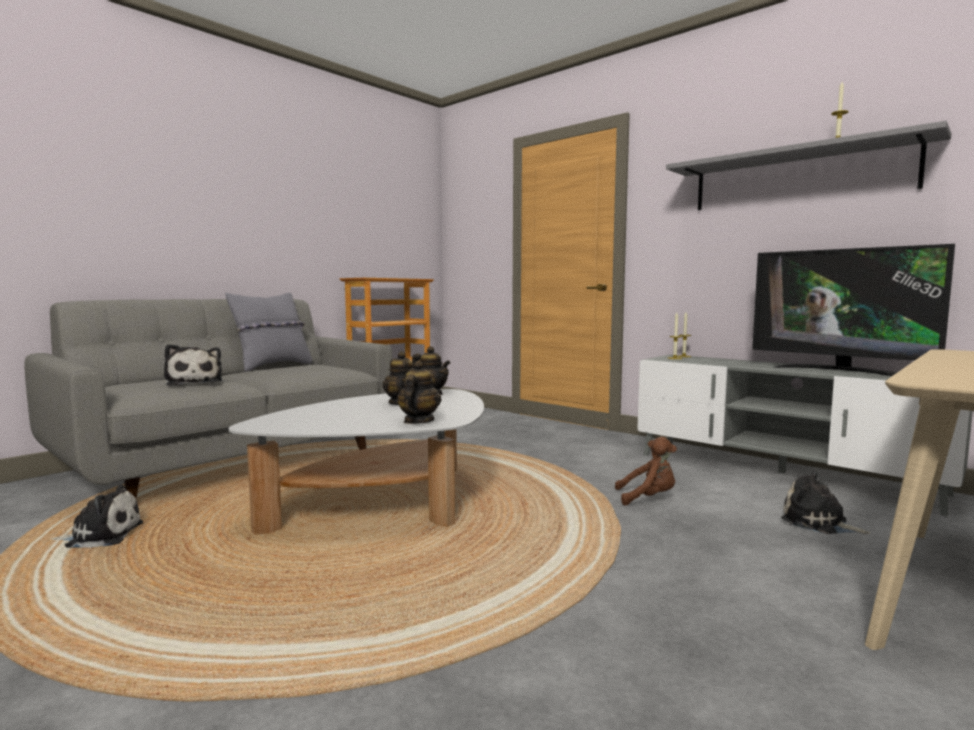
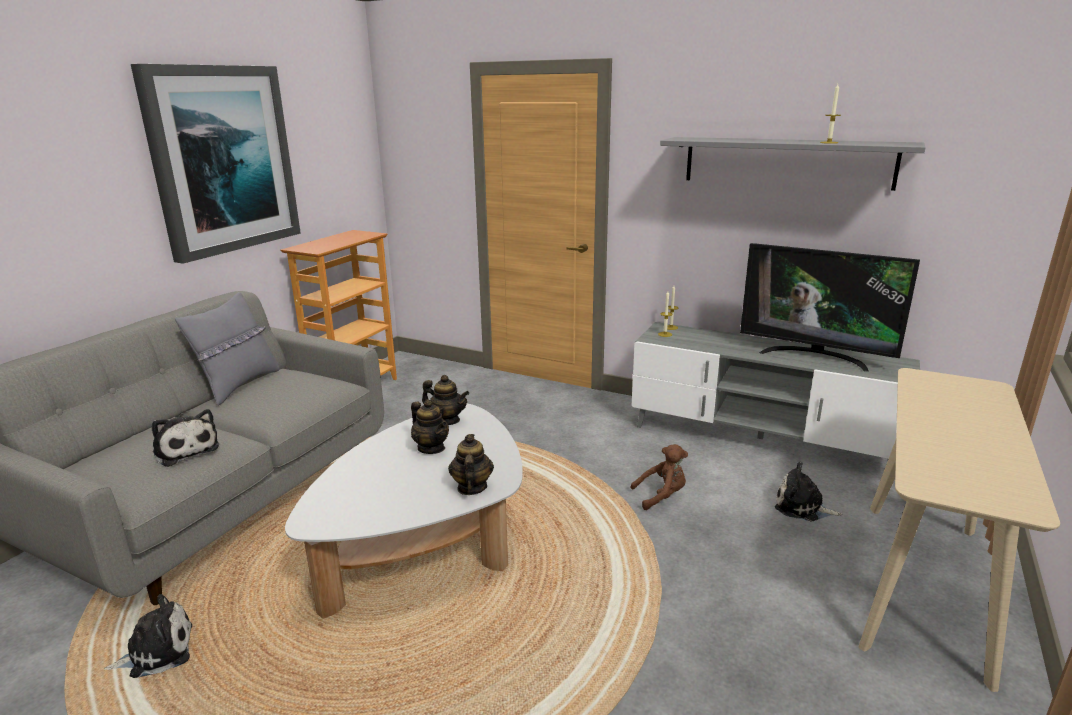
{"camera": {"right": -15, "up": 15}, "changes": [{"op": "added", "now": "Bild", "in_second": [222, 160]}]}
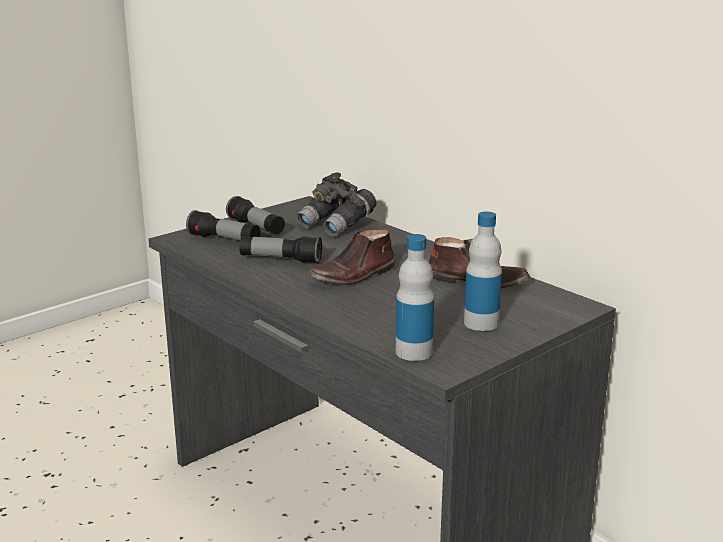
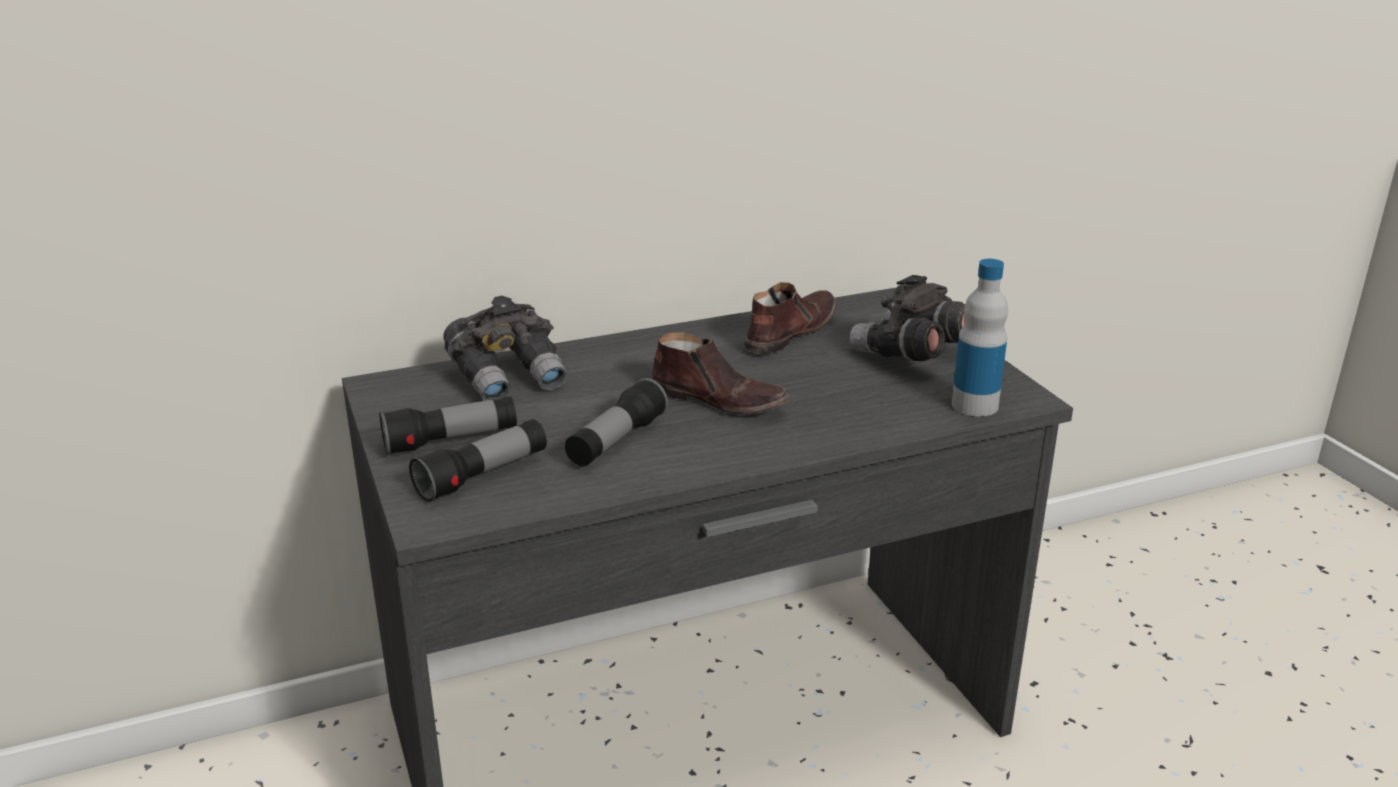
{"camera": {"right": -70, "up": 5}, "changes": [{"op": "turned", "was": "Schuh [braun]", "in_first": [354, 276], "in_second": [719, 400], "clockwise": -45}, {"op": "replaced", "was": "Flasche", "now": "Fernglas [grau]", "in_first": [481, 323], "in_second": [911, 355]}]}
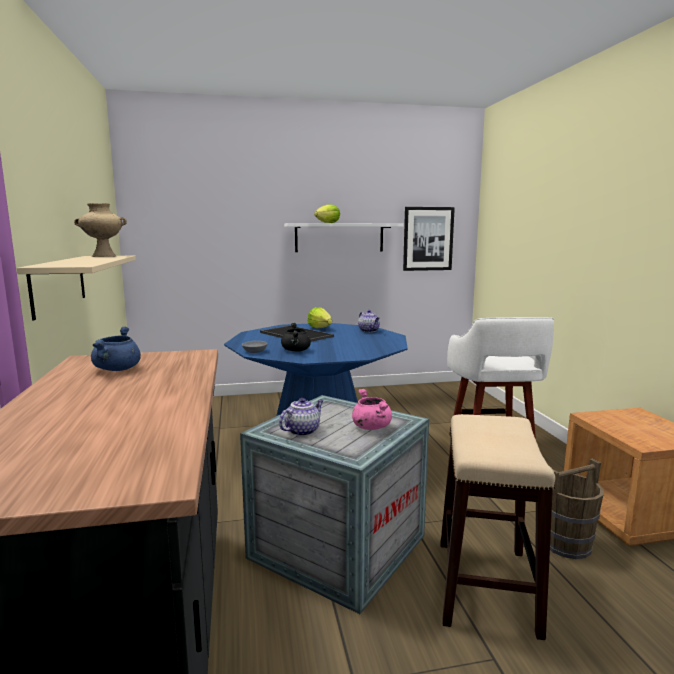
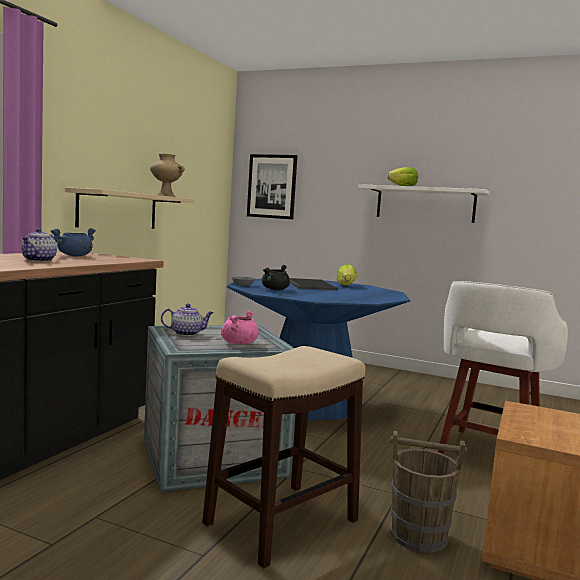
{"camera": {"right": 35, "up": -5}, "changes": [{"op": "moved", "was": "Teekanne", "in_first": [369, 331], "in_second": [39, 260]}, {"op": "moved", "was": "Bild", "in_first": [428, 239], "in_second": [272, 186]}]}
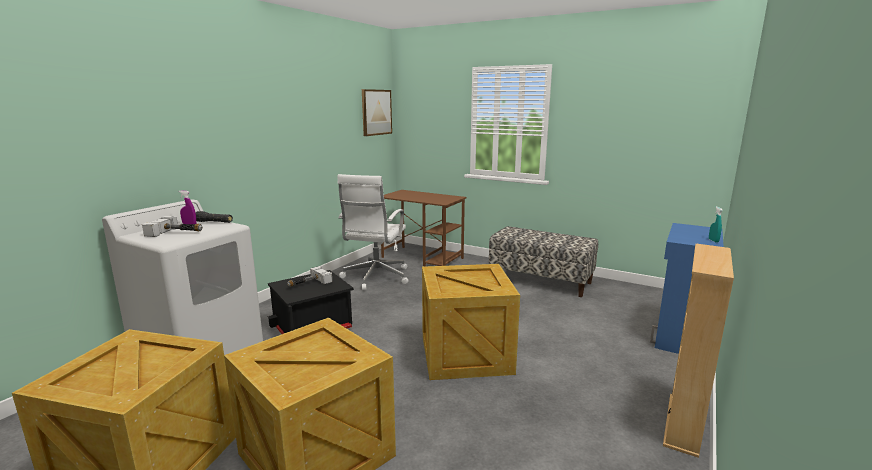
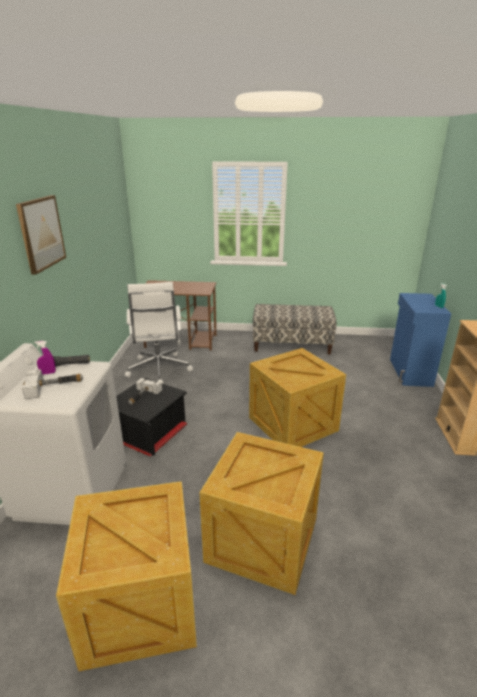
{"camera": {"right": -25, "up": 10}, "changes": [{"op": "moved", "was": "Bild", "in_first": [376, 112], "in_second": [41, 233]}]}
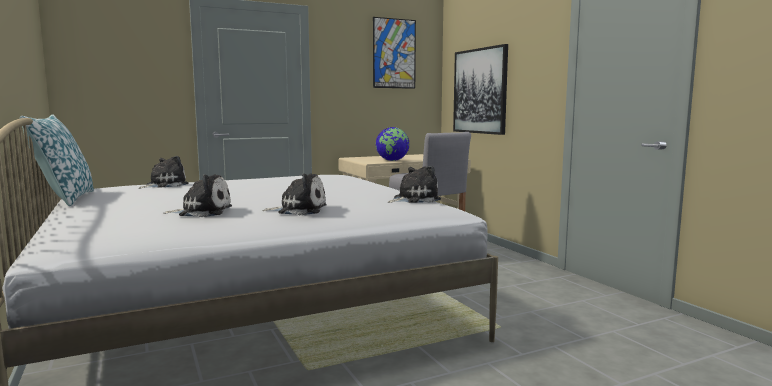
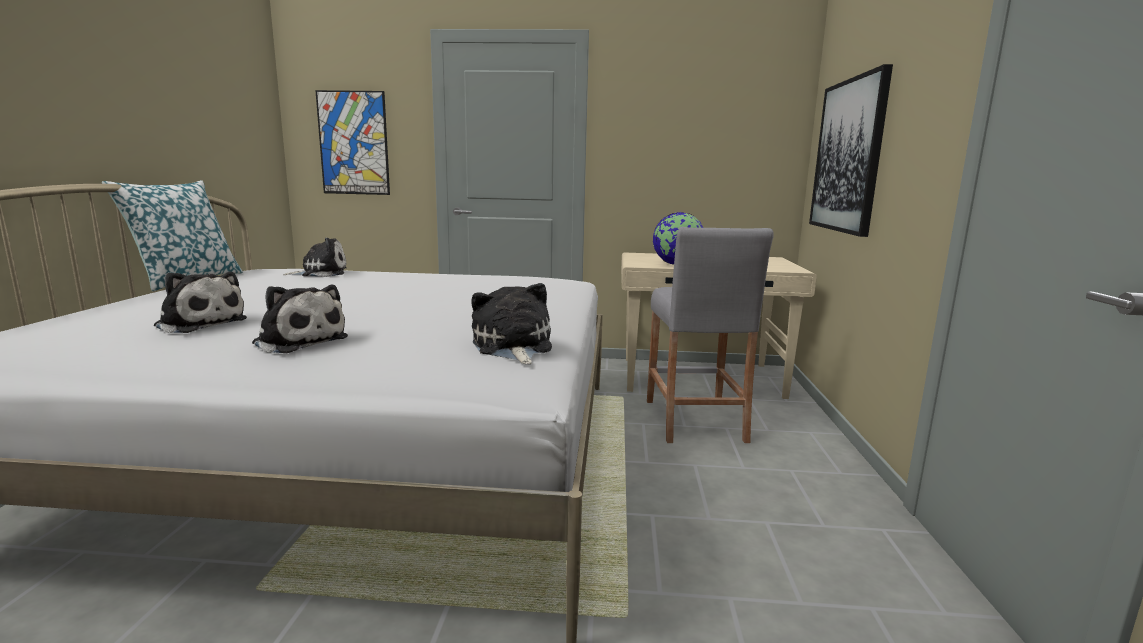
{"camera": {"right": 30, "up": 5}, "changes": [{"op": "moved", "was": "Bild", "in_first": [394, 53], "in_second": [353, 143]}, {"op": "turned", "was": "Plüschtier", "in_first": [414, 199], "in_second": [512, 347], "clockwise": -105}]}
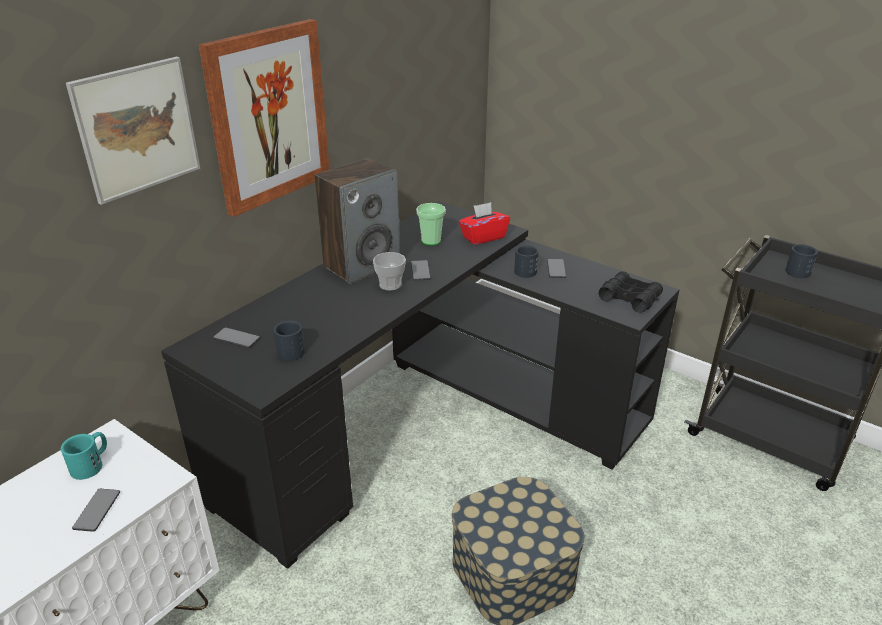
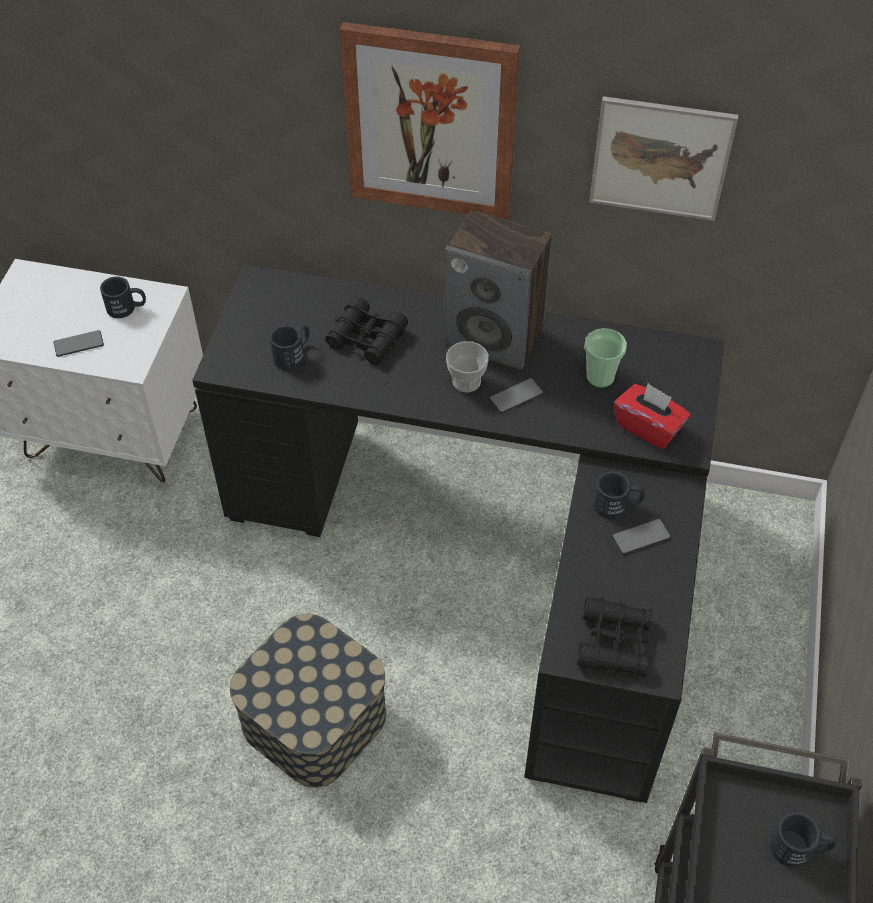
{"camera": {"right": 65, "up": 20}, "changes": [{"op": "recoloured", "was": "Henkelbecher [türkis]", "now": "Henkelbecher [schwarz]", "in_first": [91, 464], "in_second": [127, 308]}, {"op": "moved", "was": "Bild", "in_first": [137, 129], "in_second": [660, 158]}, {"op": "removed", "was": "Handy", "in_first": [237, 338]}, {"op": "added", "now": "Fernglas [schwarz]", "in_second": [367, 338]}]}
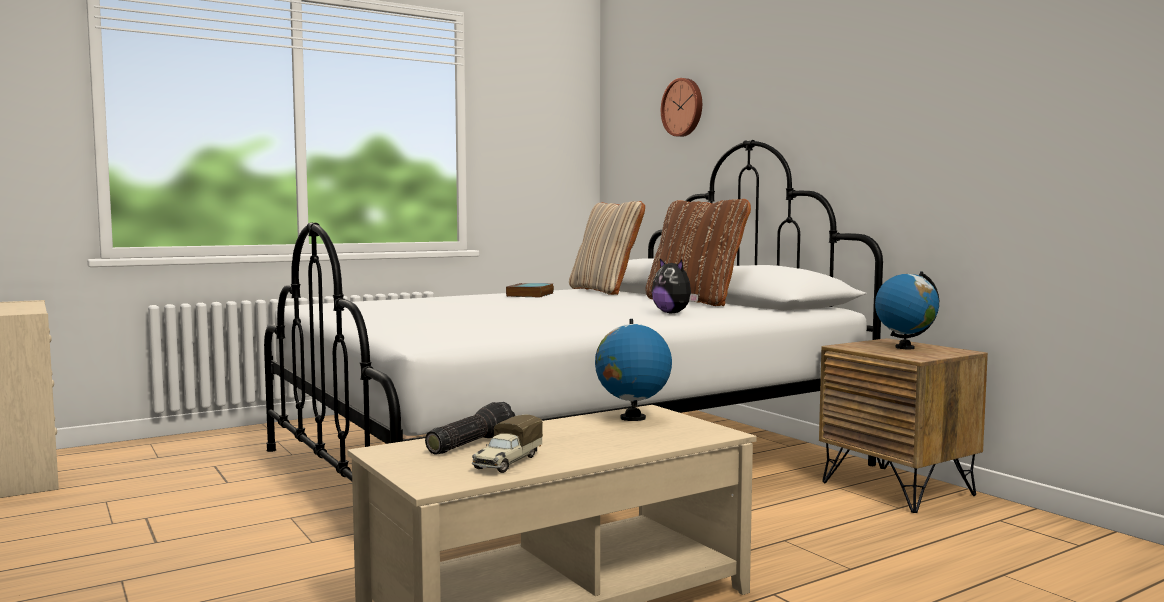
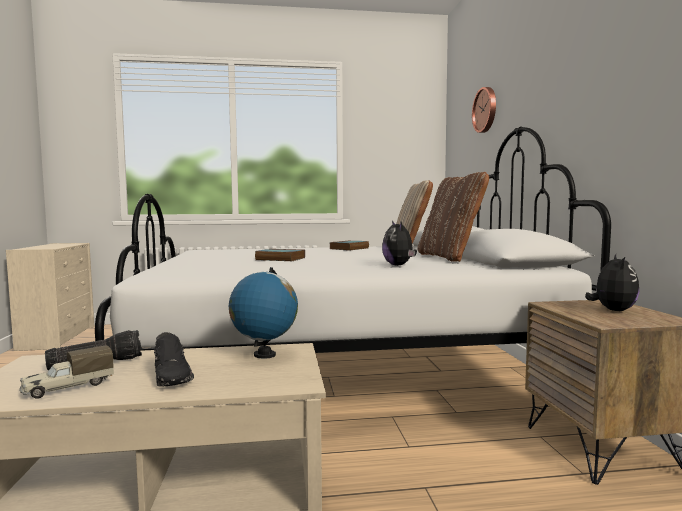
{"camera": {"right": 25, "up": 0}, "changes": [{"op": "replaced", "was": "Globus", "now": "Plüschtier", "in_first": [904, 347], "in_second": [612, 310]}, {"op": "added", "now": "Schuh [schwarz]", "in_second": [173, 375]}, {"op": "added", "now": "Buch", "in_second": [279, 259]}]}
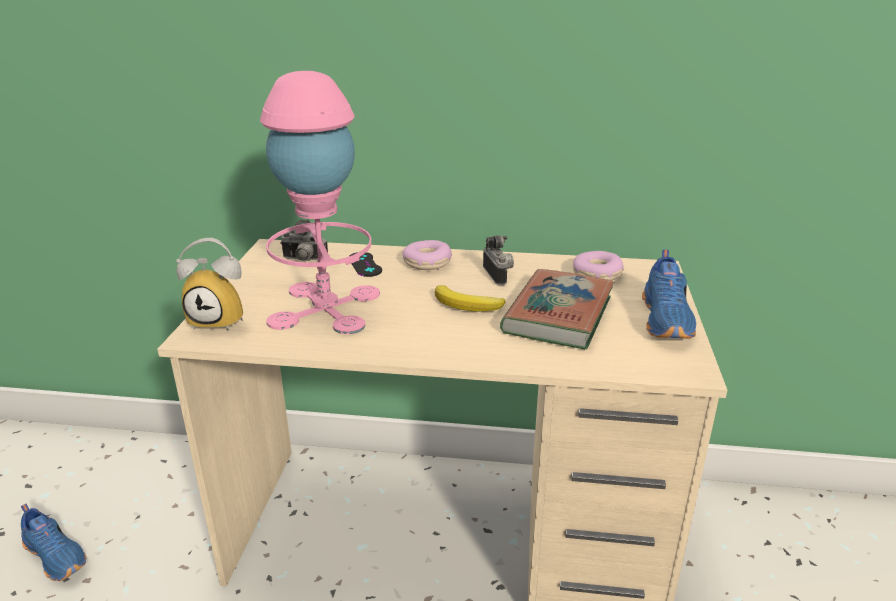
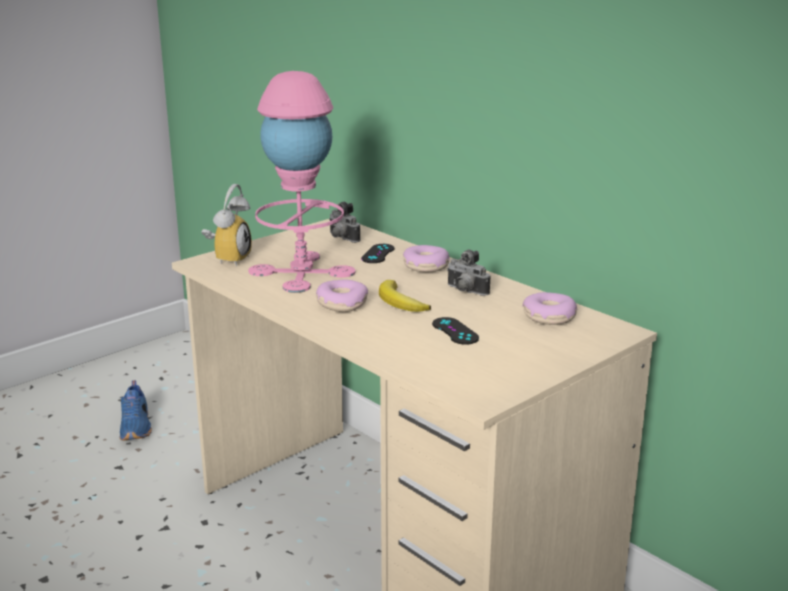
{"camera": {"right": 40, "up": -5}, "changes": [{"op": "turned", "was": "Wecker", "in_first": [221, 320], "in_second": [228, 259], "clockwise": -120}, {"op": "turned", "was": "Kamera", "in_first": [499, 275], "in_second": [465, 291], "clockwise": 105}, {"op": "replaced", "was": "Buch", "now": "Gamepad [schwarz]", "in_first": [558, 315], "in_second": [455, 331]}, {"op": "removed", "was": "Schuh [blau]", "in_first": [667, 320]}, {"op": "added", "now": "Donut", "in_second": [341, 304]}]}
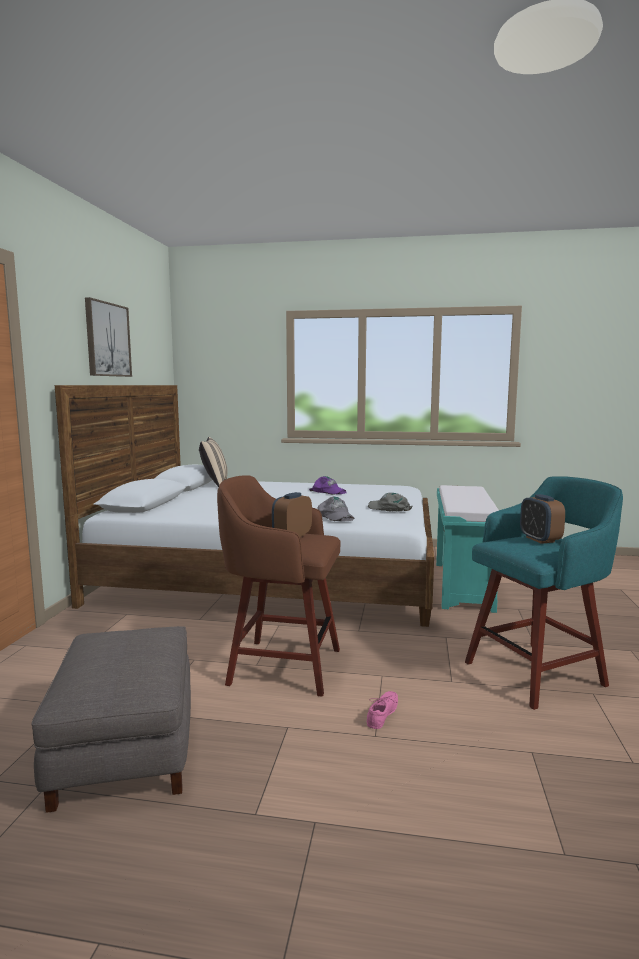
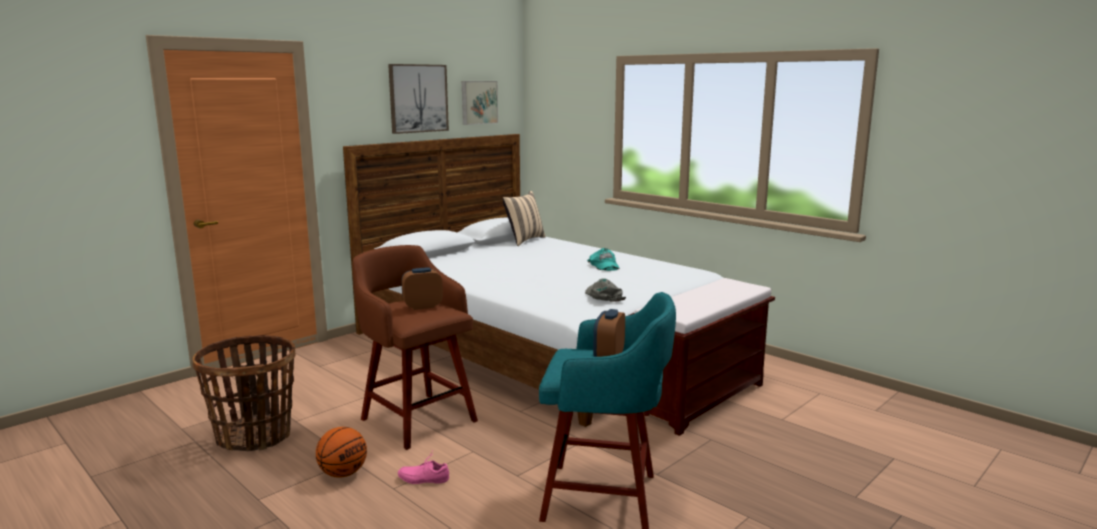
{"camera": {"right": 35, "up": 5}, "changes": [{"op": "replaced", "was": "Polsterhocker [grau]", "now": "Korb", "in_first": [125, 748], "in_second": [254, 436]}, {"op": "recoloured", "was": "Kappe [lila]", "now": "Kappe [türkis]", "in_first": [328, 491], "in_second": [604, 265]}, {"op": "removed", "was": "Kappe [grau]", "in_first": [335, 516]}, {"op": "turned", "was": "Schuh [rosa]", "in_first": [384, 714], "in_second": [424, 478], "clockwise": -150}, {"op": "recoloured", "was": "Bank [türkis]", "now": "Bank [braun]", "in_first": [461, 585], "in_second": [699, 399]}, {"op": "added", "now": "Basketball", "in_second": [343, 473]}, {"op": "added", "now": "Bild", "in_second": [478, 102]}]}
